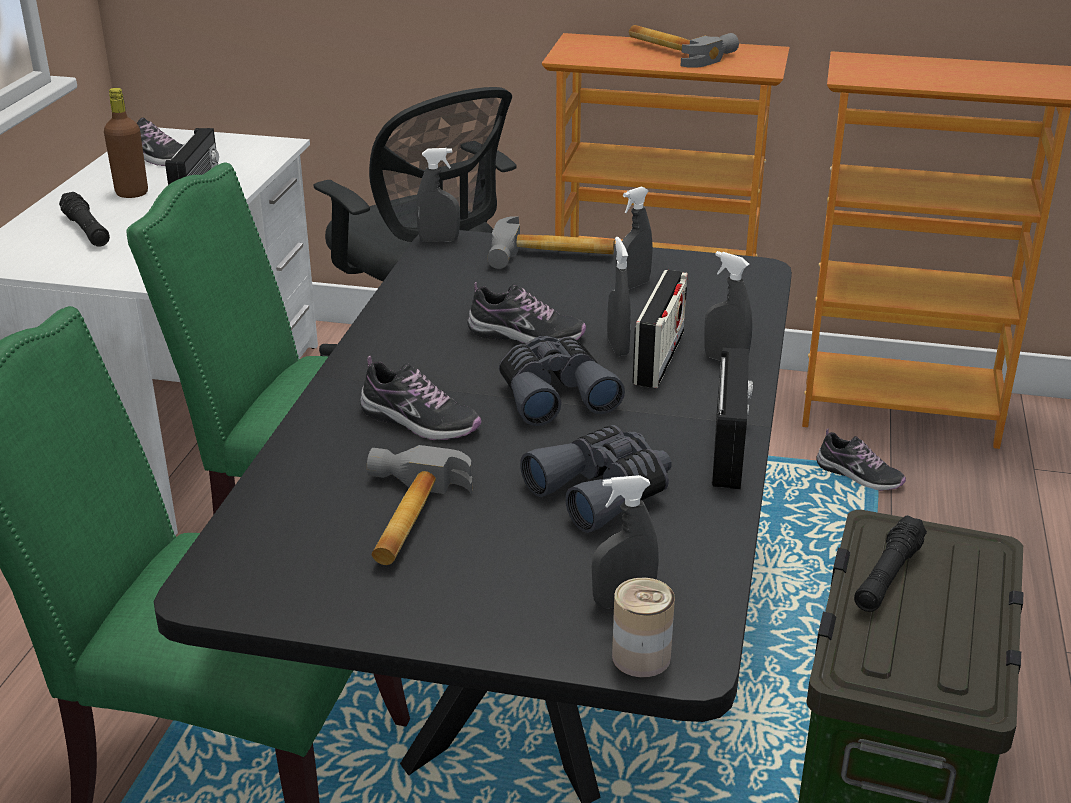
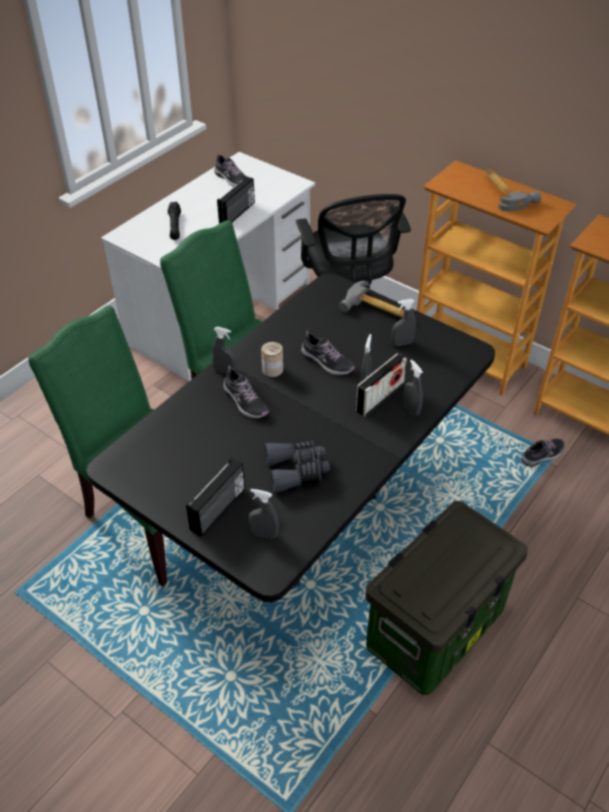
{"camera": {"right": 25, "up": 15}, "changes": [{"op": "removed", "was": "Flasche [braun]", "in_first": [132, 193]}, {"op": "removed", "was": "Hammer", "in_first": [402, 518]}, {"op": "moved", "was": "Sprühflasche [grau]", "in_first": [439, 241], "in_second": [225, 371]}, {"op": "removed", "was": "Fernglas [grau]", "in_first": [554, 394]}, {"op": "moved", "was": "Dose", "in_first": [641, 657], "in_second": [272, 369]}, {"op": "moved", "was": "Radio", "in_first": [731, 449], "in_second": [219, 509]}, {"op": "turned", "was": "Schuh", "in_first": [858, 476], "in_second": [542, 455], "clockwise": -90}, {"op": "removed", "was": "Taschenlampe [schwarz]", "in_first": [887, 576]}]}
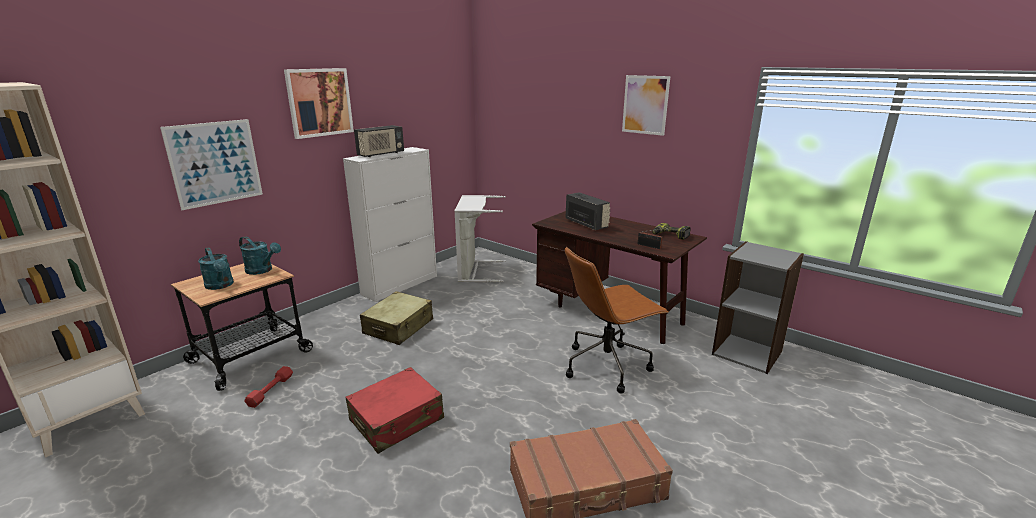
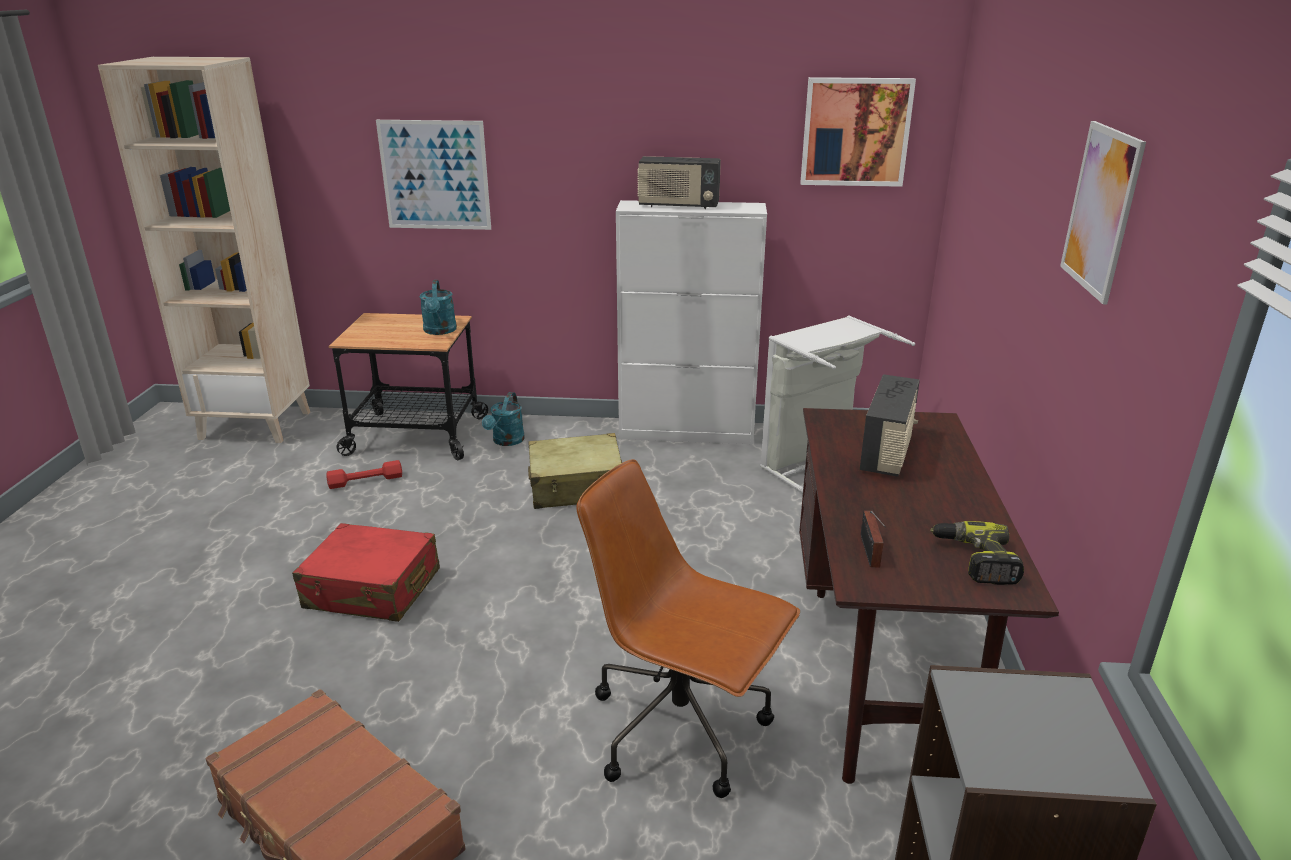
{"camera": {"right": 55, "up": 5}, "changes": [{"op": "moved", "was": "Gießkanne [türkis]", "in_first": [220, 286], "in_second": [506, 441]}, {"op": "moved", "was": "Bild", "in_first": [319, 102], "in_second": [855, 132]}]}
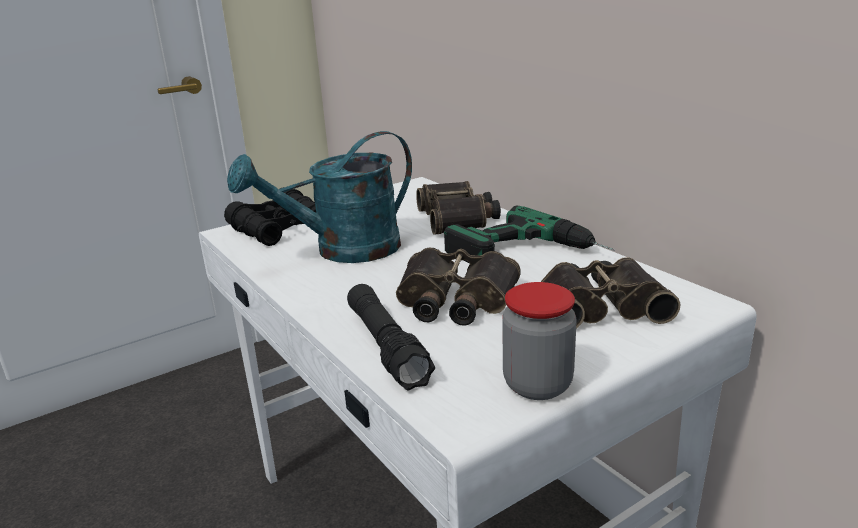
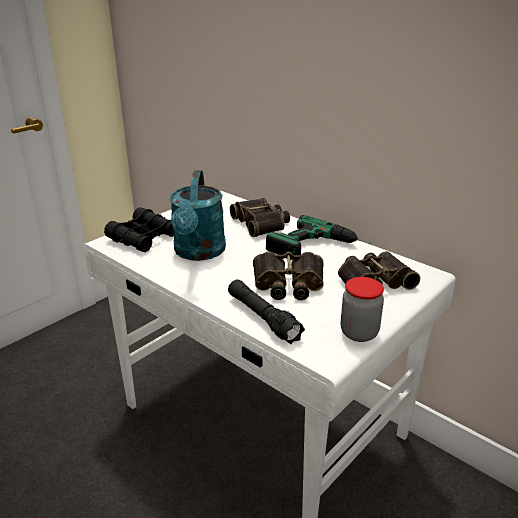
{"camera": {"right": -15, "up": 5}, "changes": [{"op": "turned", "was": "Gießkanne [türkis]", "in_first": [344, 251], "in_second": [199, 253], "clockwise": -45}]}
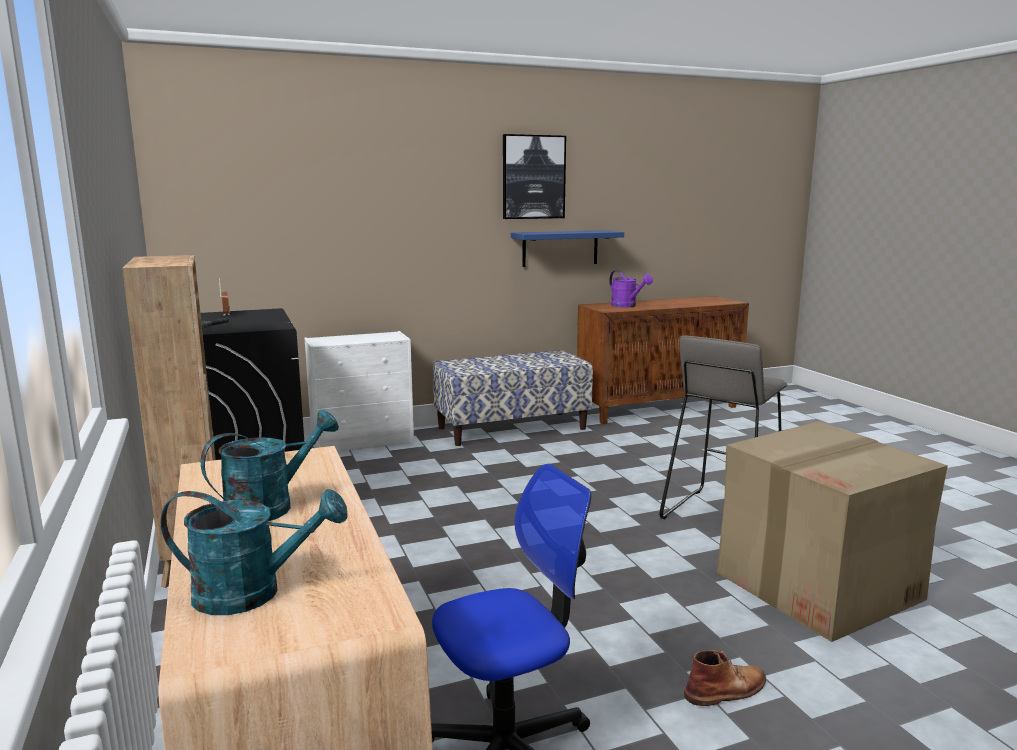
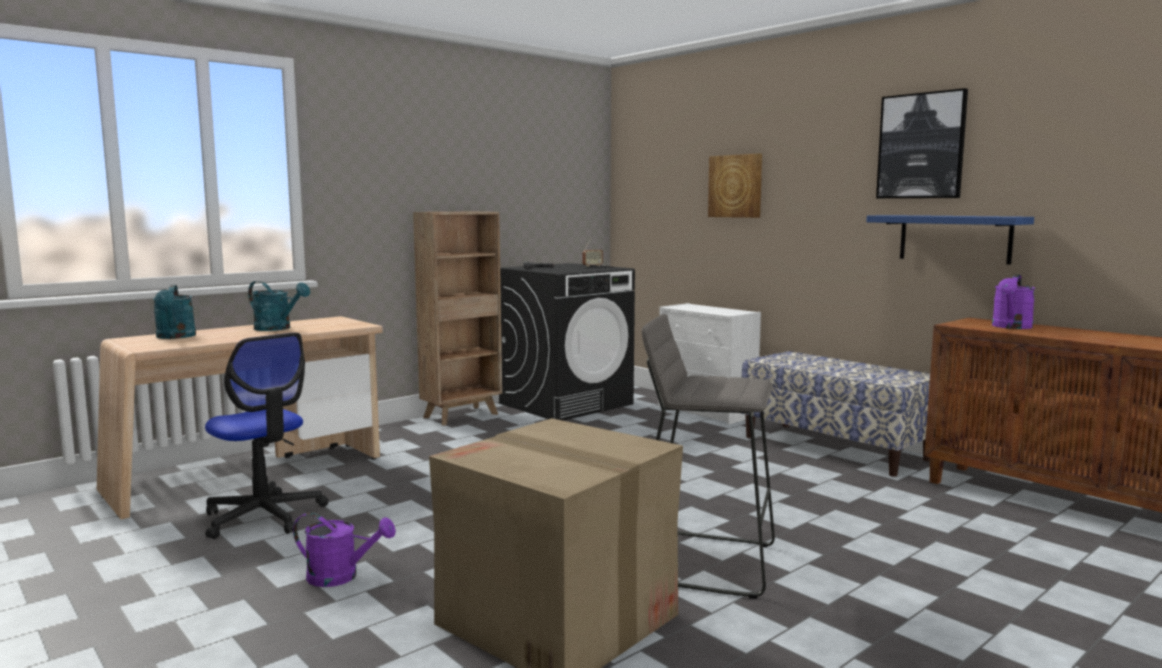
{"camera": {"right": 70, "up": -5}, "changes": [{"op": "replaced", "was": "Stiefel [braun]", "now": "Gießkanne [lila]", "in_first": [727, 689], "in_second": [341, 577]}, {"op": "added", "now": "Bild", "in_second": [735, 186]}]}
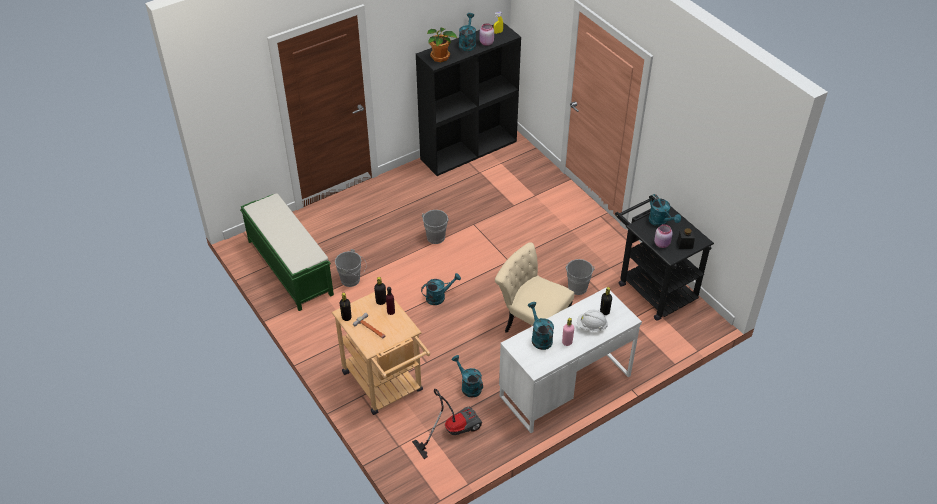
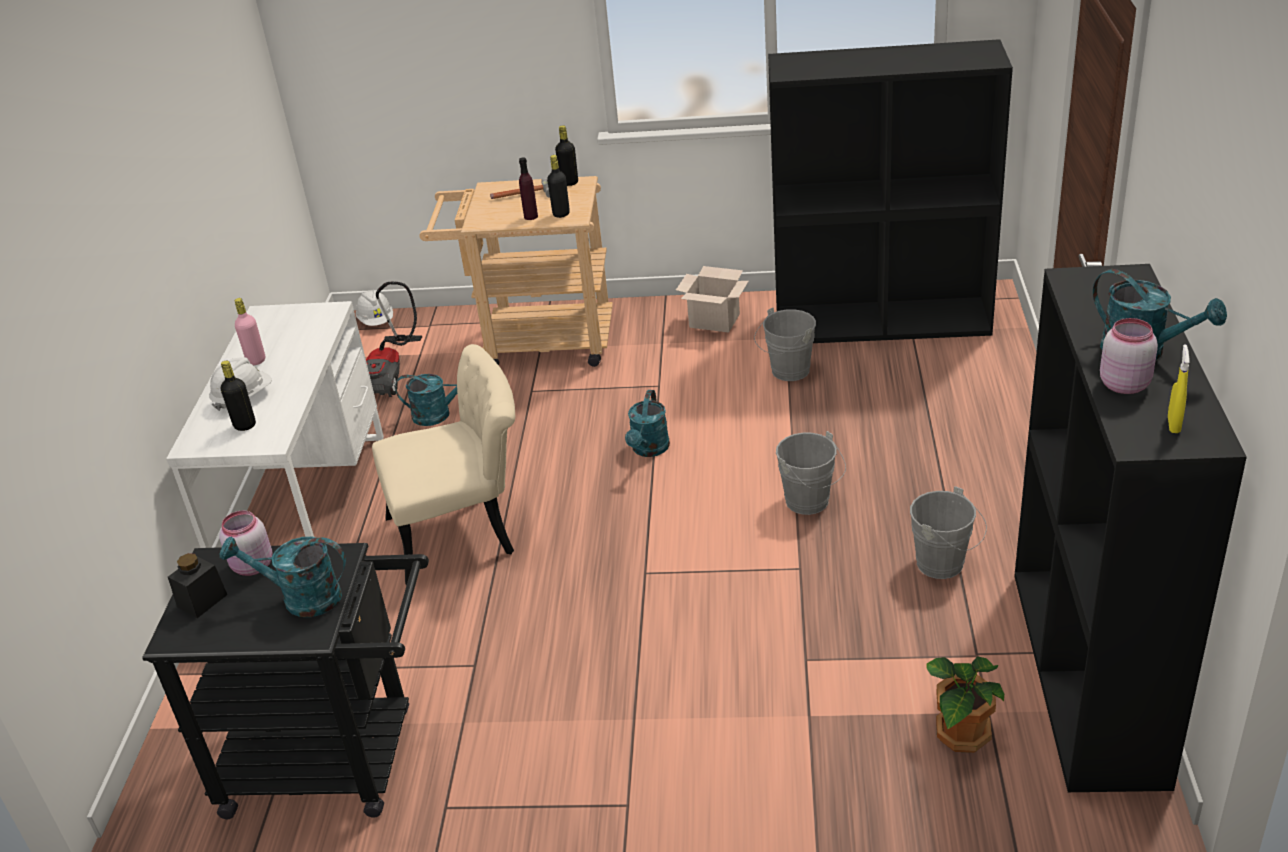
{"camera": {"right": 130, "up": -10}, "changes": [{"op": "replaced", "was": "Bank [grün]", "now": "Bücherregal [schwarz]", "in_first": [289, 267], "in_second": [883, 321]}, {"op": "moved", "was": "Topfpflanze", "in_first": [441, 57], "in_second": [961, 735]}, {"op": "removed", "was": "Gießkanne [türkis]", "in_first": [540, 337]}, {"op": "moved", "was": "Eimer [grau]", "in_first": [577, 286], "in_second": [945, 565]}, {"op": "added", "now": "Schutzhelm [weiß]", "in_second": [376, 321]}, {"op": "added", "now": "Karton", "in_second": [715, 320]}]}
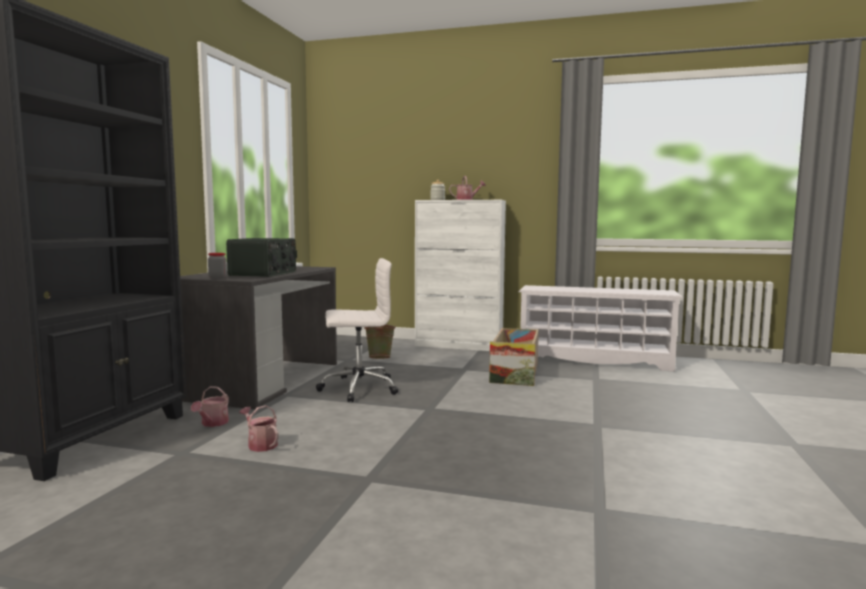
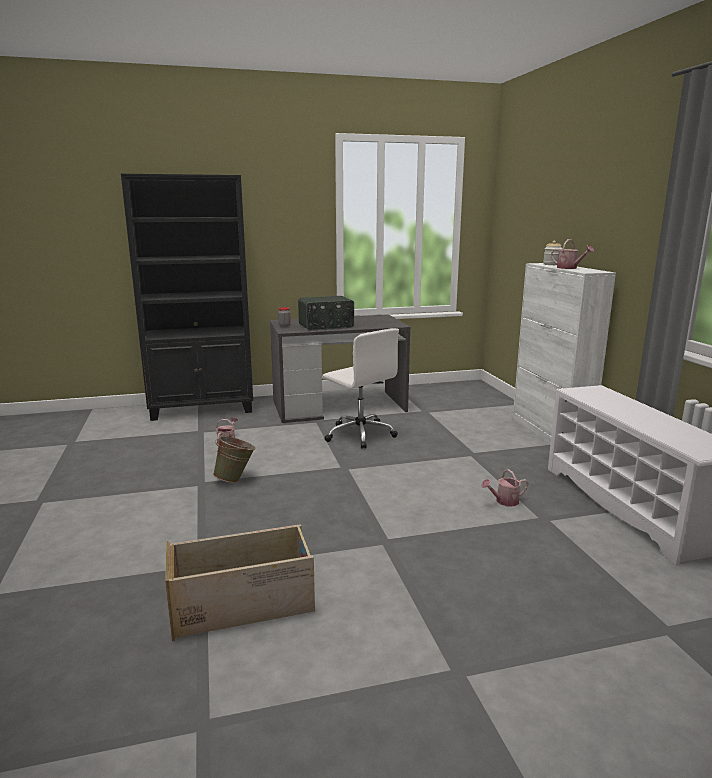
{"camera": {"right": 60, "up": 10}, "changes": [{"op": "moved", "was": "Gießkanne", "in_first": [212, 423], "in_second": [504, 501]}, {"op": "moved", "was": "Eimer [grün]", "in_first": [380, 359], "in_second": [236, 479]}, {"op": "moved", "was": "Kiste", "in_first": [515, 372], "in_second": [243, 604]}]}
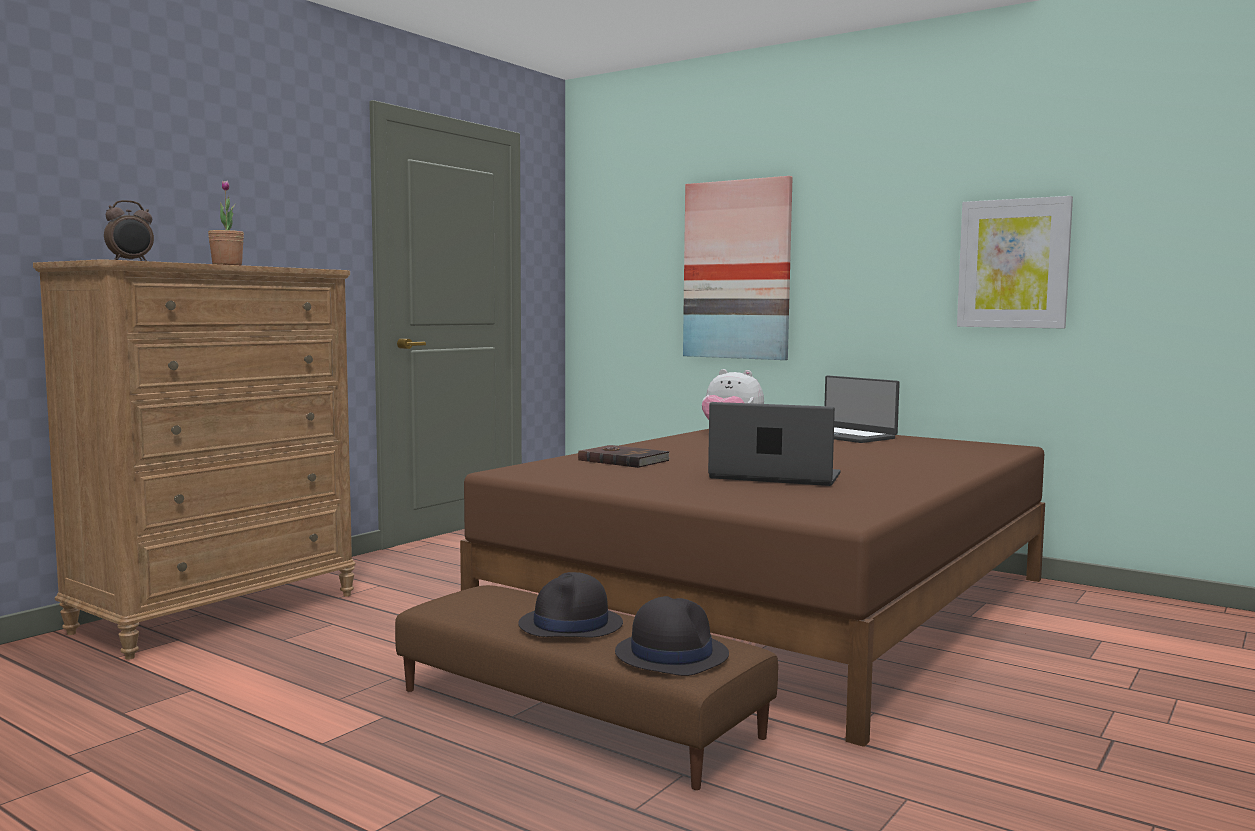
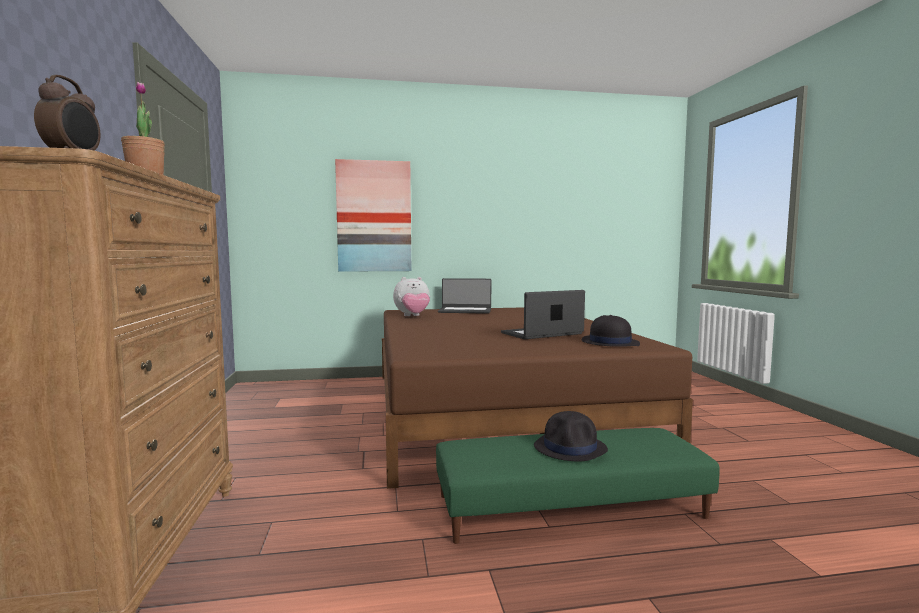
{"camera": {"right": -45, "up": 0}, "changes": [{"op": "recoloured", "was": "Polsterhocker [braun]", "now": "Polsterhocker [grün]", "in_first": [577, 712], "in_second": [569, 506]}, {"op": "removed", "was": "Buch [braun]", "in_first": [623, 460]}, {"op": "moved", "was": "Hut [schwarz]", "in_first": [671, 654], "in_second": [609, 342]}, {"op": "removed", "was": "Bild", "in_first": [1013, 263]}]}
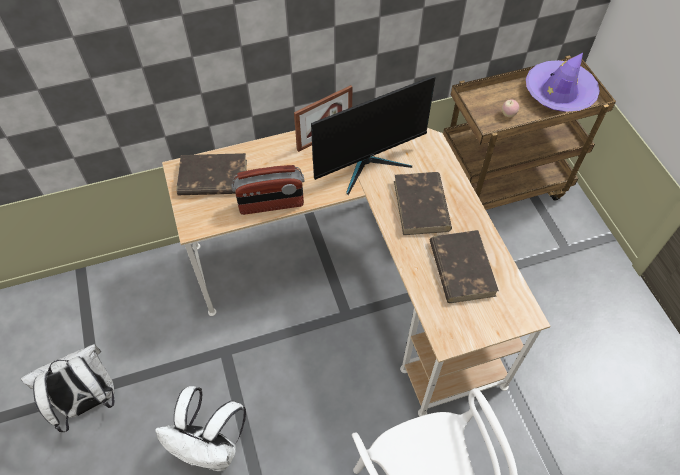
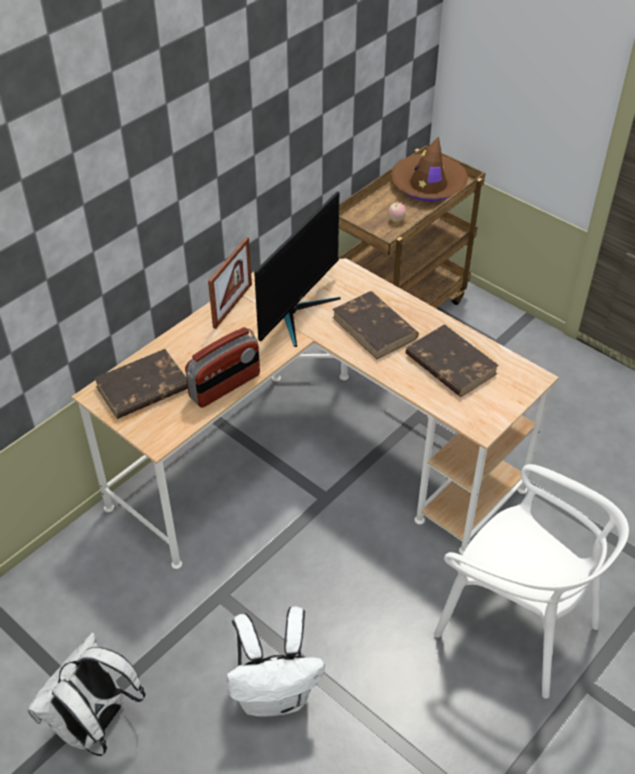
{"camera": {"right": -30, "up": -10}, "changes": [{"op": "recoloured", "was": "Hut [lila]", "now": "Hut [braun]", "in_first": [559, 93], "in_second": [428, 185]}]}
